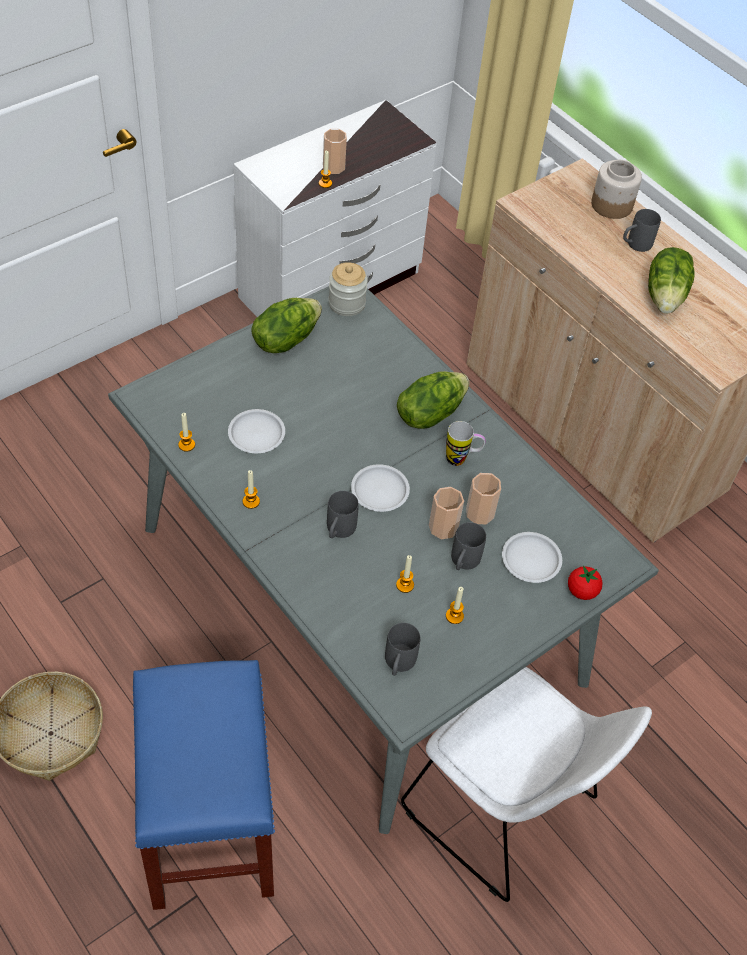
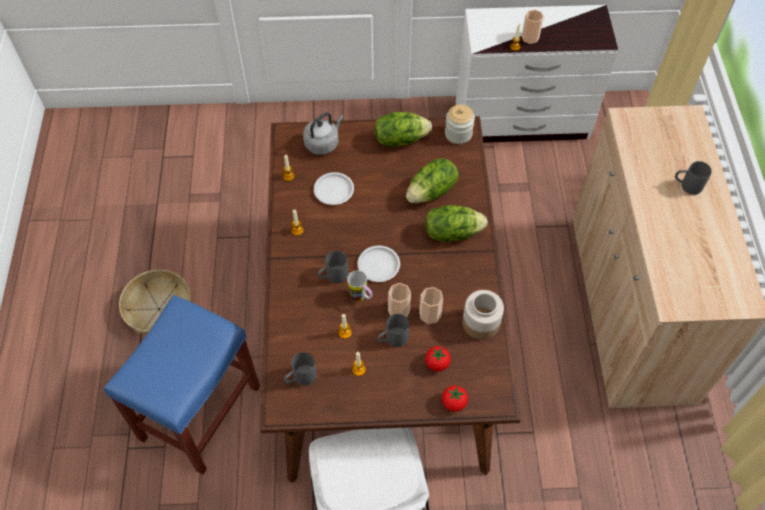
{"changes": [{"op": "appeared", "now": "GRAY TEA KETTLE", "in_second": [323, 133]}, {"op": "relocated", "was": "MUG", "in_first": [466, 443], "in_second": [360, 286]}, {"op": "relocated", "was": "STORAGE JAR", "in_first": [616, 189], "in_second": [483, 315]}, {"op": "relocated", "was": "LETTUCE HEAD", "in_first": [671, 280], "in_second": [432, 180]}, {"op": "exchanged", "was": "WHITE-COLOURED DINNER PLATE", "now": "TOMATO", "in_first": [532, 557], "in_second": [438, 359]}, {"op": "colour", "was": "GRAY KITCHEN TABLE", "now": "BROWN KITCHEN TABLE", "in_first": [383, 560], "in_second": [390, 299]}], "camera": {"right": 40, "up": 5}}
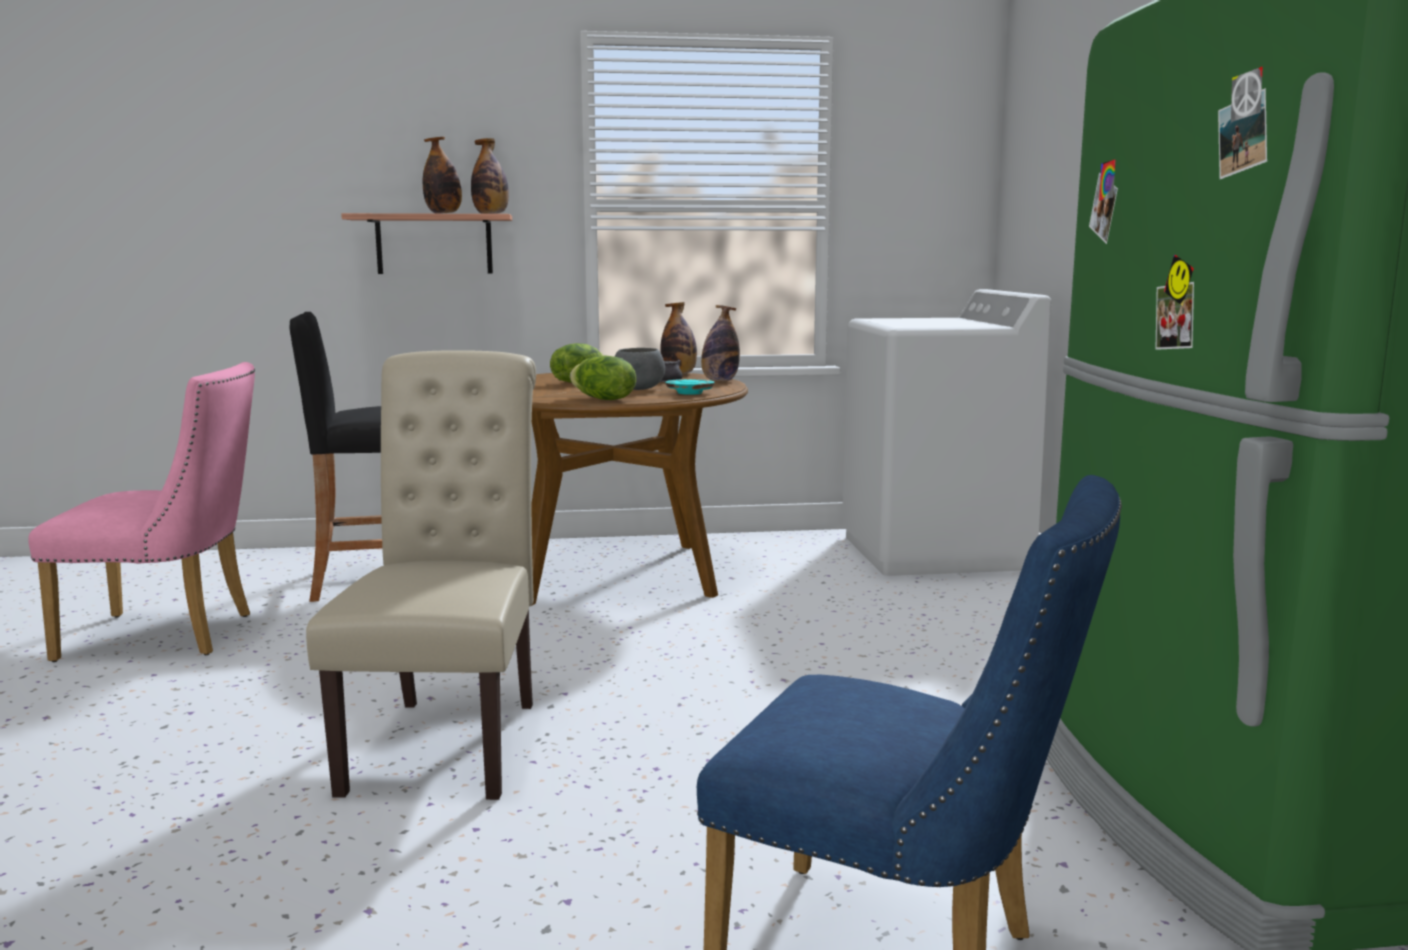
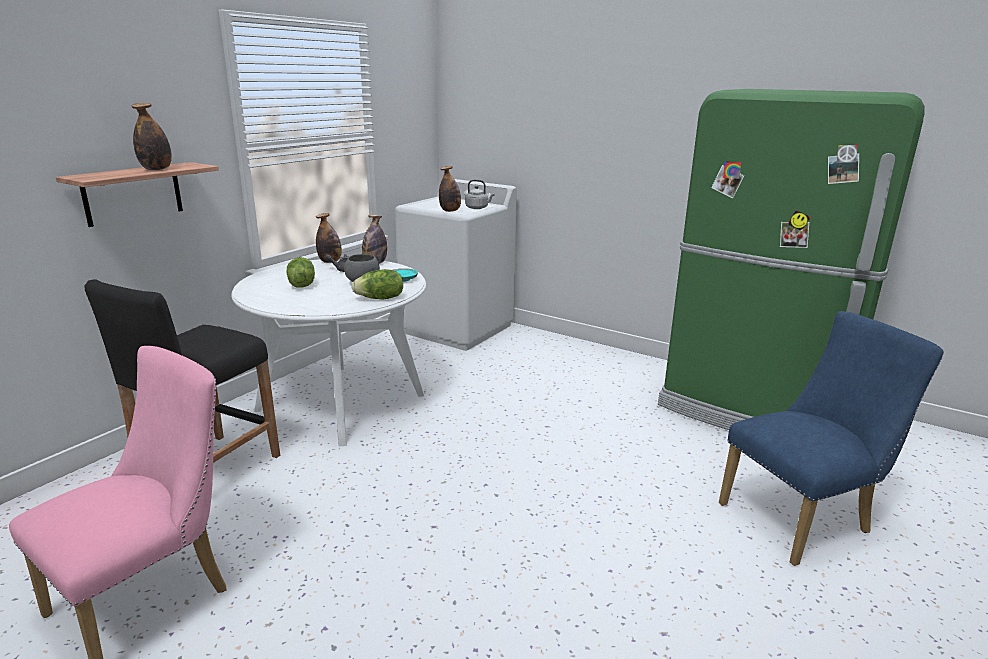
{"changes": [{"op": "missing", "was": "BEIGE-COLOURED CHAIR", "in_first": [421, 575]}, {"op": "appeared", "now": "GRAY TEA KETTLE", "in_second": [480, 194]}, {"op": "relocated", "was": "BOTTLE", "in_first": [490, 176], "in_second": [450, 189]}, {"op": "colour", "was": "BROWN KITCHEN TABLE", "now": "WHITE-COLOURED KITCHEN TABLE", "in_first": [639, 489], "in_second": [328, 352]}], "camera": {"right": -50, "up": 10}}
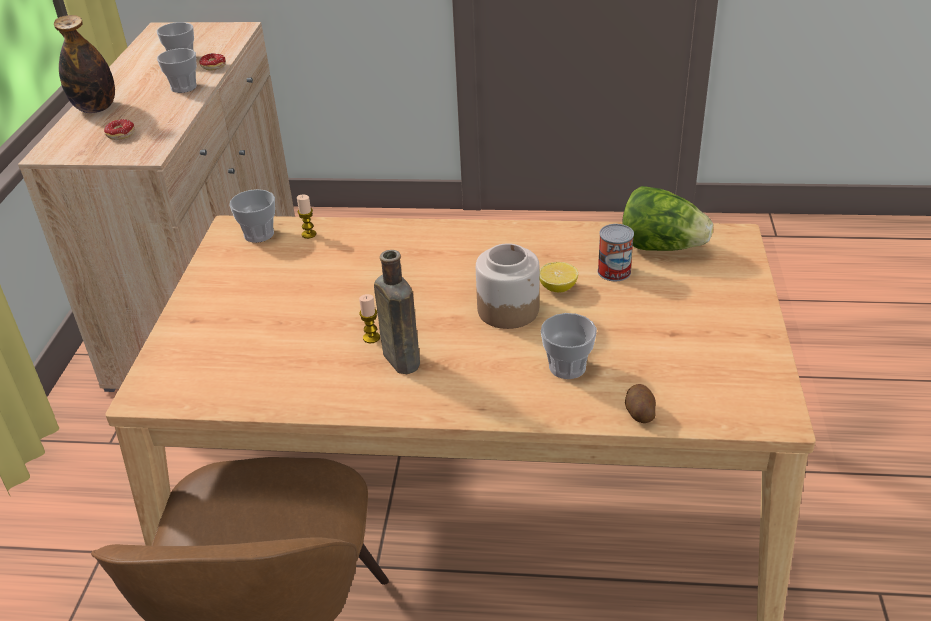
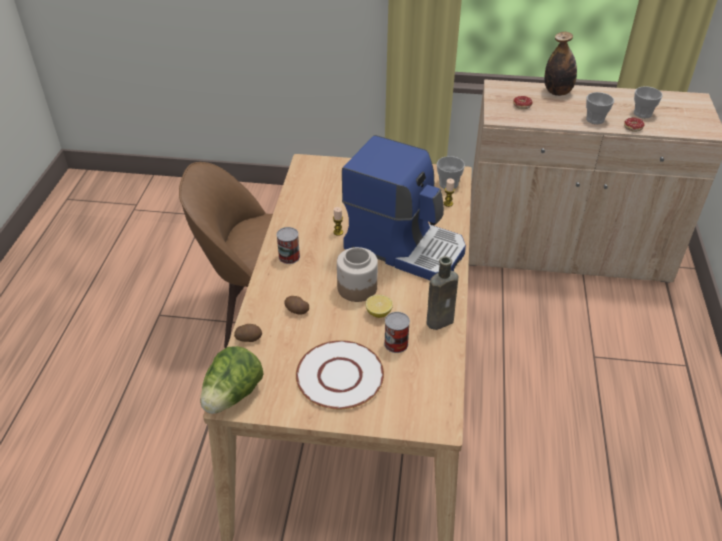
{"changes": [{"op": "appeared", "now": "METAL CAN", "in_second": [288, 245]}, {"op": "appeared", "now": "WHITE-COLOURED DINNER PLATE", "in_second": [340, 374]}, {"op": "appeared", "now": "COFFEE BREWER", "in_second": [404, 207]}, {"op": "relocated", "was": "BROWN BOTTLE", "in_first": [397, 312], "in_second": [442, 293]}, {"op": "relocated", "was": "LETTUCE HEAD", "in_first": [667, 218], "in_second": [231, 380]}, {"op": "exchanged", "was": "DRINKING CUP", "now": "POTATO", "in_first": [569, 346], "in_second": [297, 305]}], "camera": {"right": 90, "up": 5}}
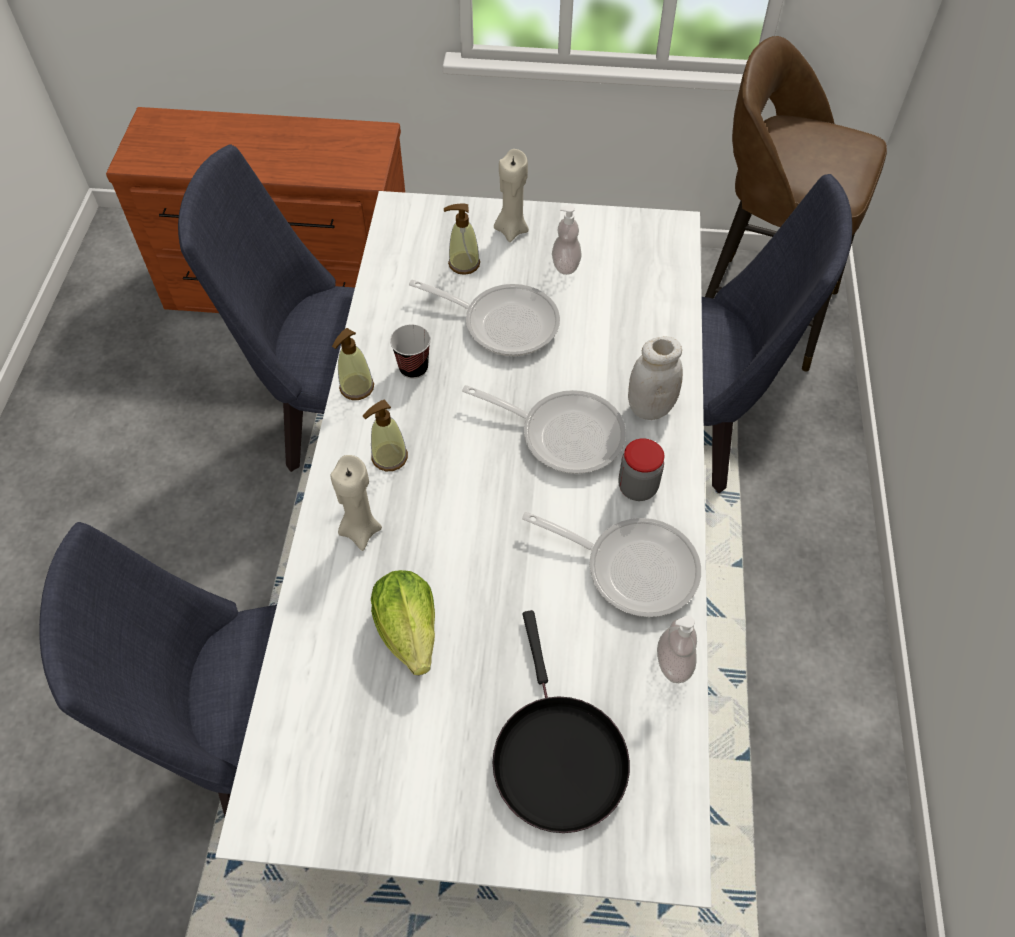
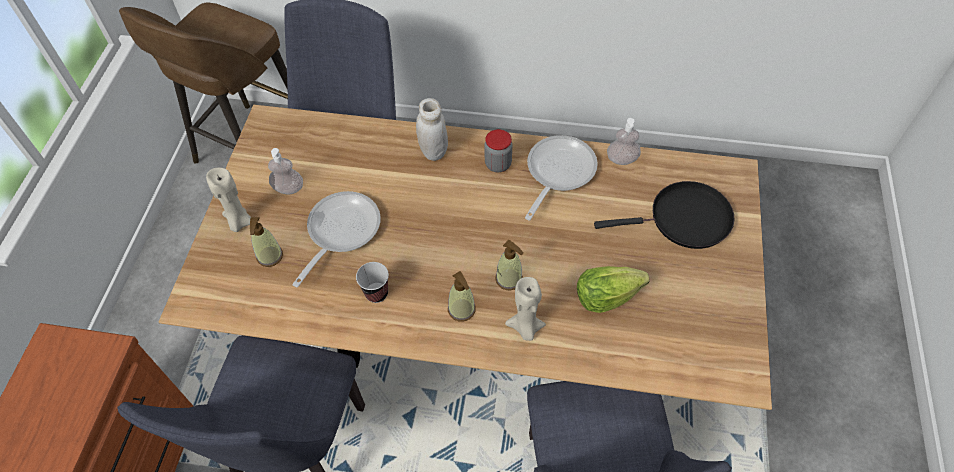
{"changes": [{"op": "missing", "was": "SKILLET", "in_first": [544, 429]}, {"op": "relocated", "was": "SOAP BOTTLE", "in_first": [353, 364], "in_second": [509, 265]}, {"op": "colour", "was": "WHITE-COLOURED KITCHEN TABLE", "now": "BROWN KITCHEN TABLE", "in_first": [463, 550], "in_second": [465, 257]}], "camera": {"right": -85, "up": 0}}
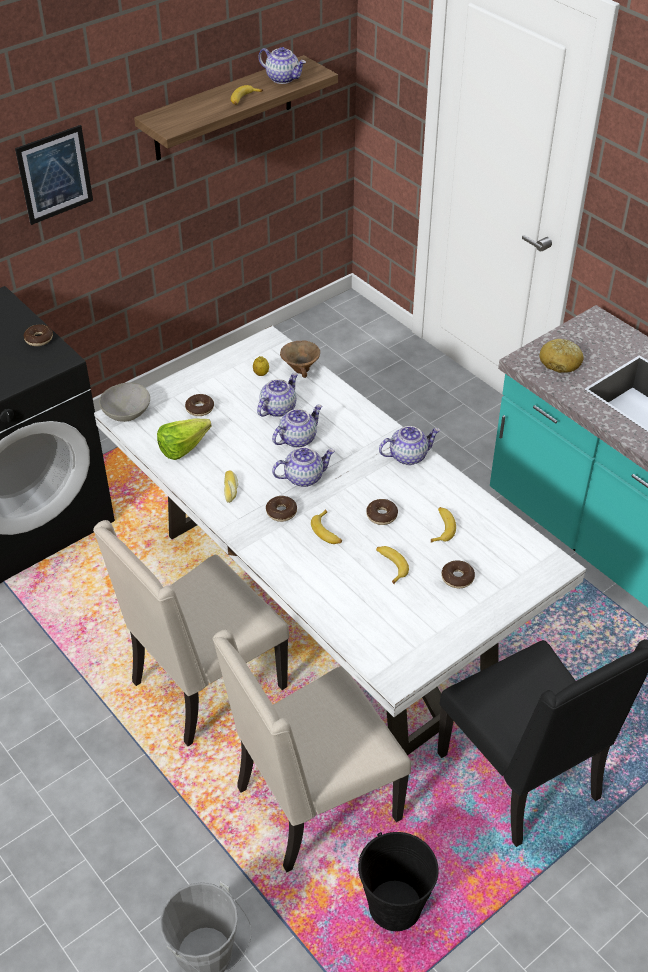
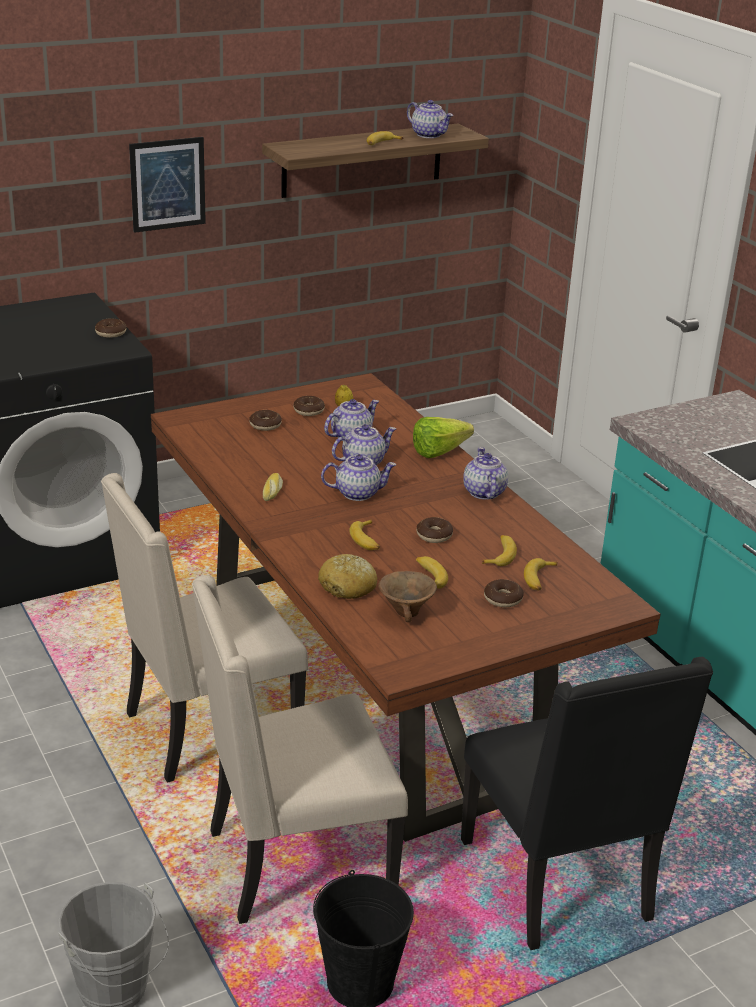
{"changes": [{"op": "missing", "was": "GRAY DEEP DISH", "in_first": [124, 402]}, {"op": "appeared", "now": "WHOLE BANANA", "in_second": [541, 574]}, {"op": "relocated", "was": "LETTUCE HEAD", "in_first": [184, 439], "in_second": [443, 437]}, {"op": "relocated", "was": "RING DOUGHNUT", "in_first": [281, 509], "in_second": [309, 406]}, {"op": "relocated", "was": "BROWN DEEP DISH", "in_first": [300, 359], "in_second": [407, 596]}, {"op": "relocated", "was": "BREAD", "in_first": [561, 356], "in_second": [347, 576]}, {"op": "colour", "was": "WHITE-COLOURED KITCHEN TABLE", "now": "BROWN KITCHEN TABLE", "in_first": [340, 540], "in_second": [406, 607]}, {"op": "spun", "was": "POT FOR TEA", "in_first": [409, 445], "in_second": [485, 473], "clockwise": -90}], "camera": {"right": 10, "up": -15}}
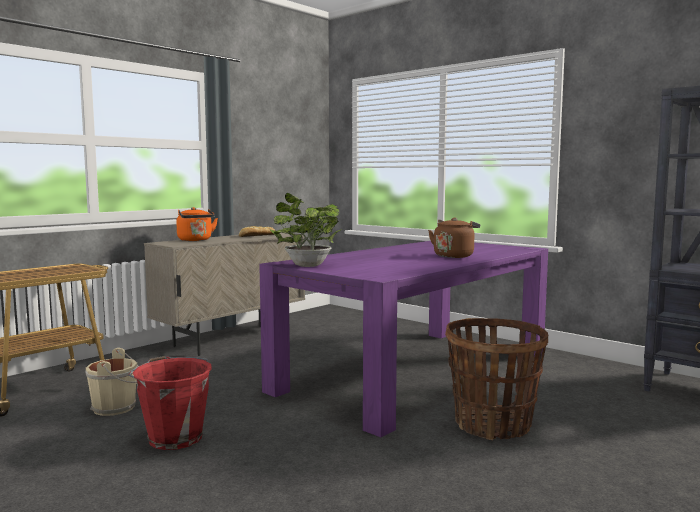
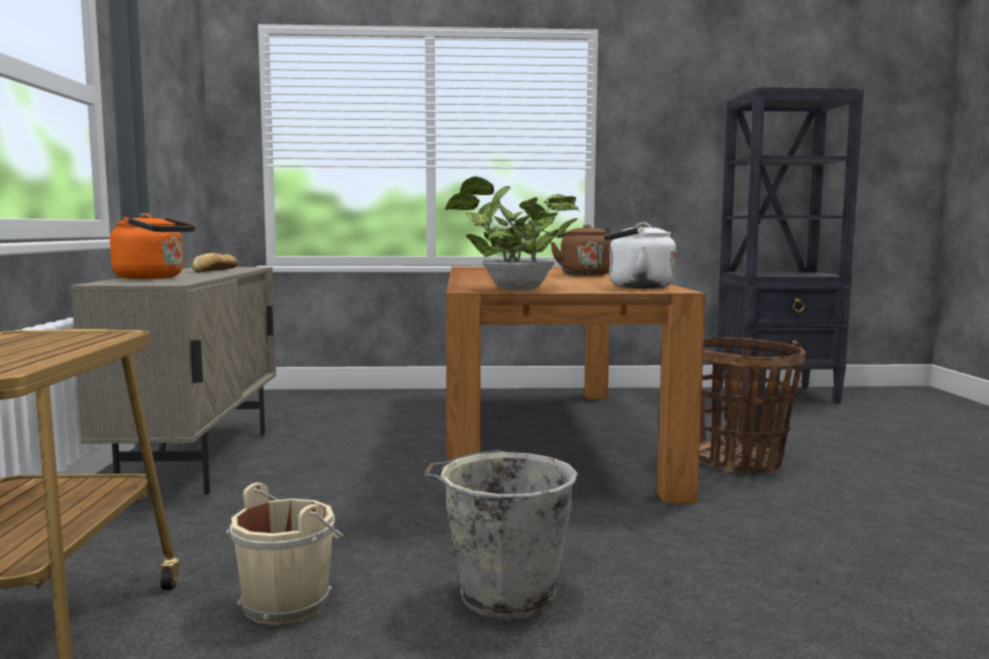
{"changes": [{"op": "appeared", "now": "WHITE-COLOURED TEA KETTLE", "in_second": [640, 255]}, {"op": "colour", "was": "RED-COLOURED WATER BUCKET", "now": "GRAY WATER BUCKET", "in_first": [170, 403], "in_second": [501, 535]}, {"op": "colour", "was": "PURPLE KITCHEN TABLE", "now": "BROWN KITCHEN TABLE", "in_first": [403, 339], "in_second": [576, 385]}], "camera": {"right": -45, "up": 0}}
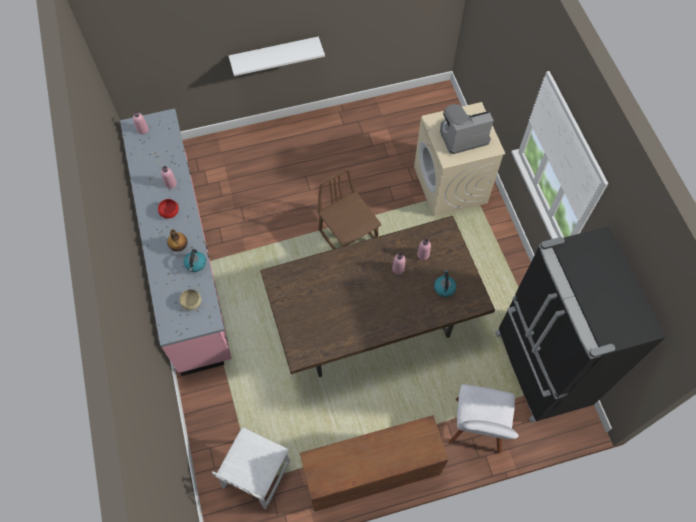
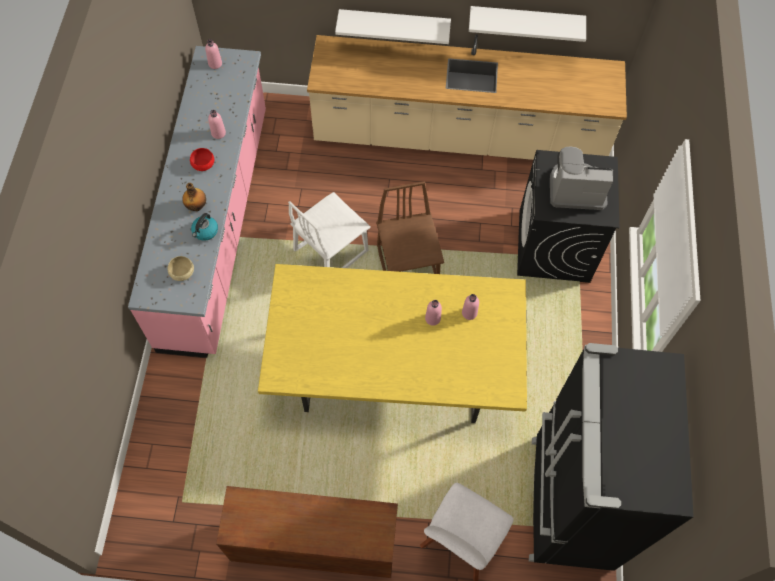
{"changes": [{"op": "missing", "was": "TEA KETTLE", "in_first": [445, 283]}, {"op": "appeared", "now": "BEIGE-COLOURED KITCHEN COUNTER", "in_second": [467, 97]}, {"op": "appeared", "now": "WHITE-COLOURED SHELF", "in_second": [527, 24]}, {"op": "relocated", "was": "WHITE-COLOURED CHAIR", "in_first": [251, 468], "in_second": [329, 230]}, {"op": "colour", "was": "BROWN KITCHEN TABLE", "now": "YELLOWISH KITCHEN TABLE", "in_first": [377, 296], "in_second": [392, 343]}, {"op": "colour", "was": "BEIGE-COLOURED WASHING MACHINE", "now": "BLACK WASHING MACHINE", "in_first": [460, 159], "in_second": [568, 216]}], "camera": {"right": 20, "up": 0}}
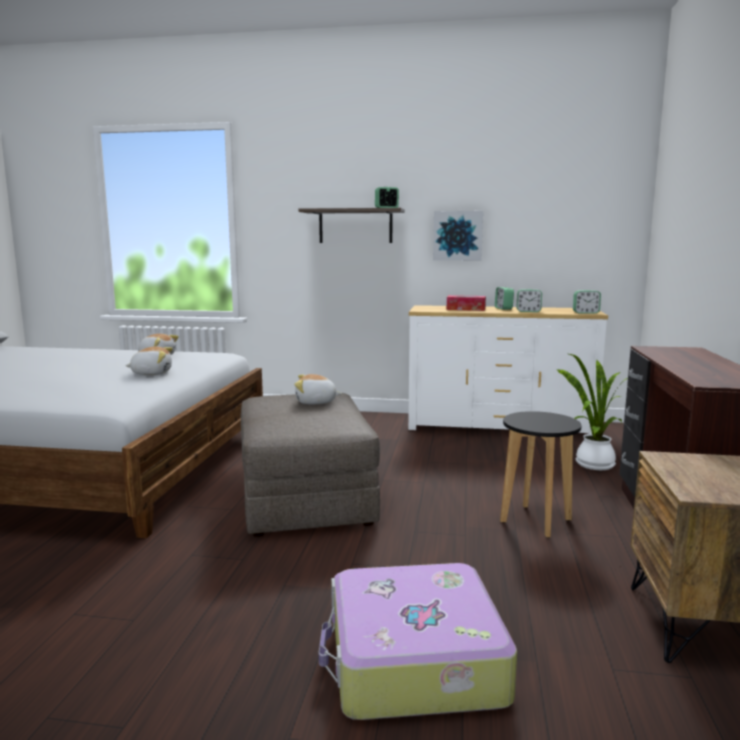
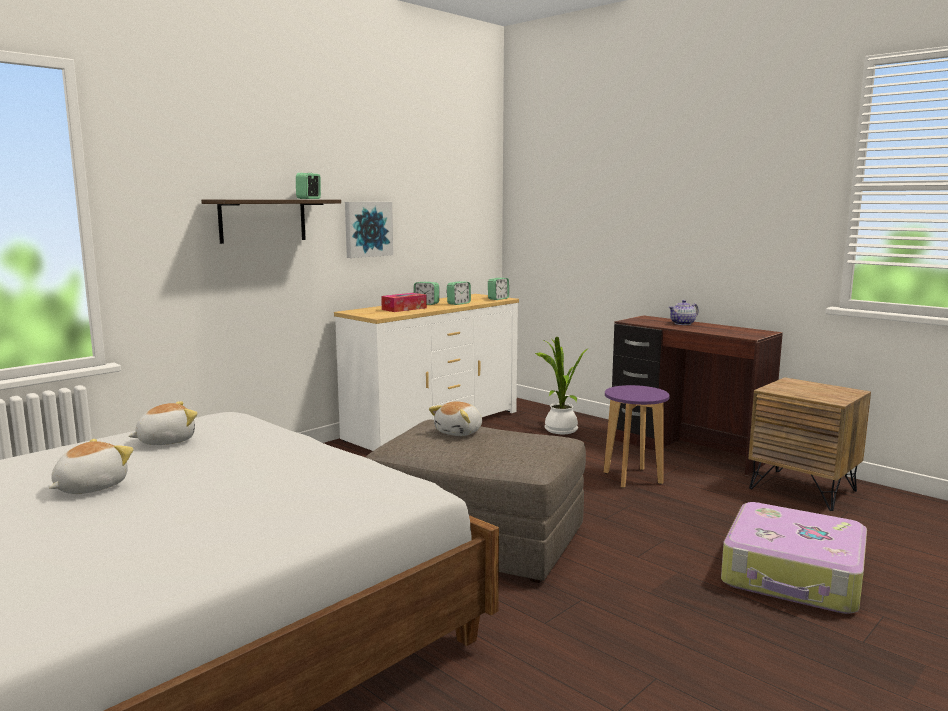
{"changes": [{"op": "appeared", "now": "POT FOR TEA", "in_second": [683, 312]}, {"op": "relocated", "was": "PLUSH TOY", "in_first": [149, 361], "in_second": [91, 466]}, {"op": "colour", "was": "BLACK STOOL SEAT", "now": "PURPLE STOOL SEAT", "in_first": [541, 474], "in_second": [637, 436]}], "camera": {"right": -55, "up": 0}}
